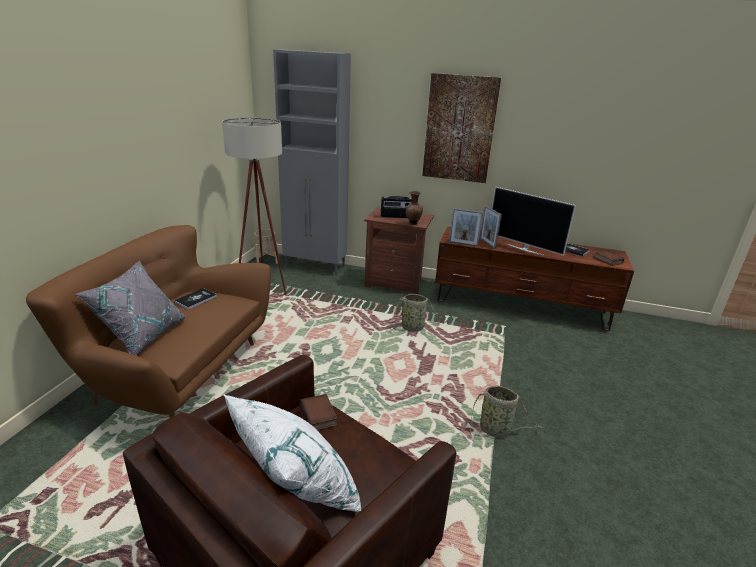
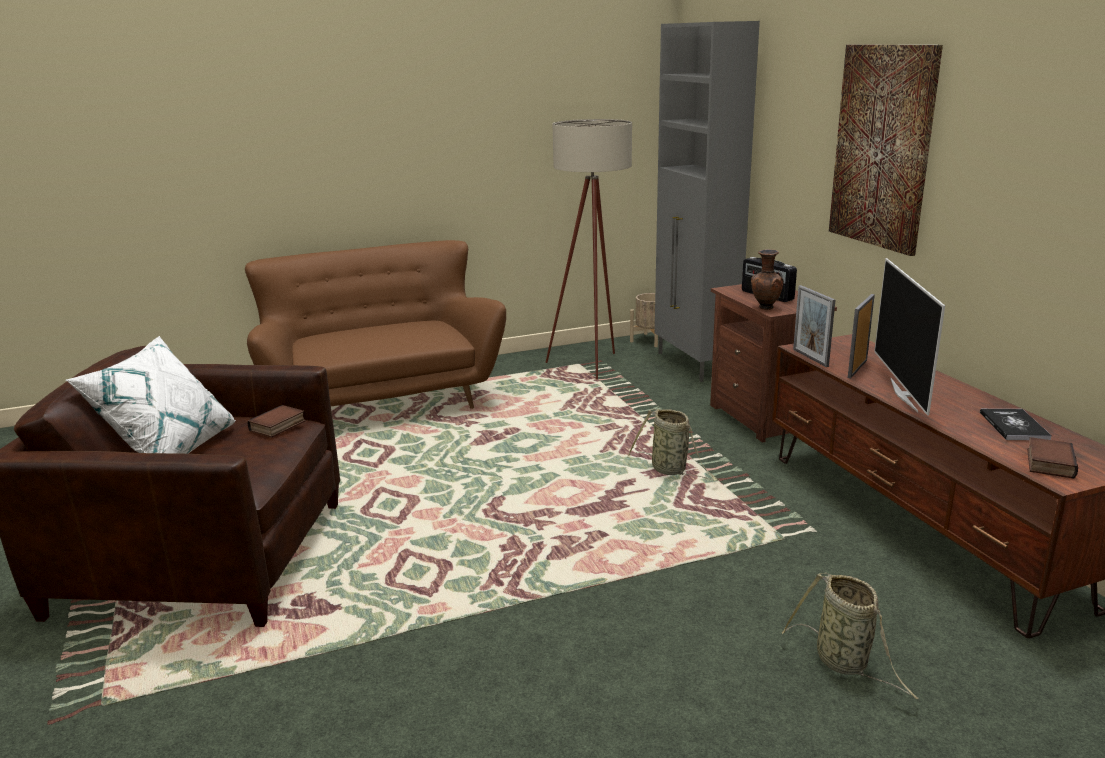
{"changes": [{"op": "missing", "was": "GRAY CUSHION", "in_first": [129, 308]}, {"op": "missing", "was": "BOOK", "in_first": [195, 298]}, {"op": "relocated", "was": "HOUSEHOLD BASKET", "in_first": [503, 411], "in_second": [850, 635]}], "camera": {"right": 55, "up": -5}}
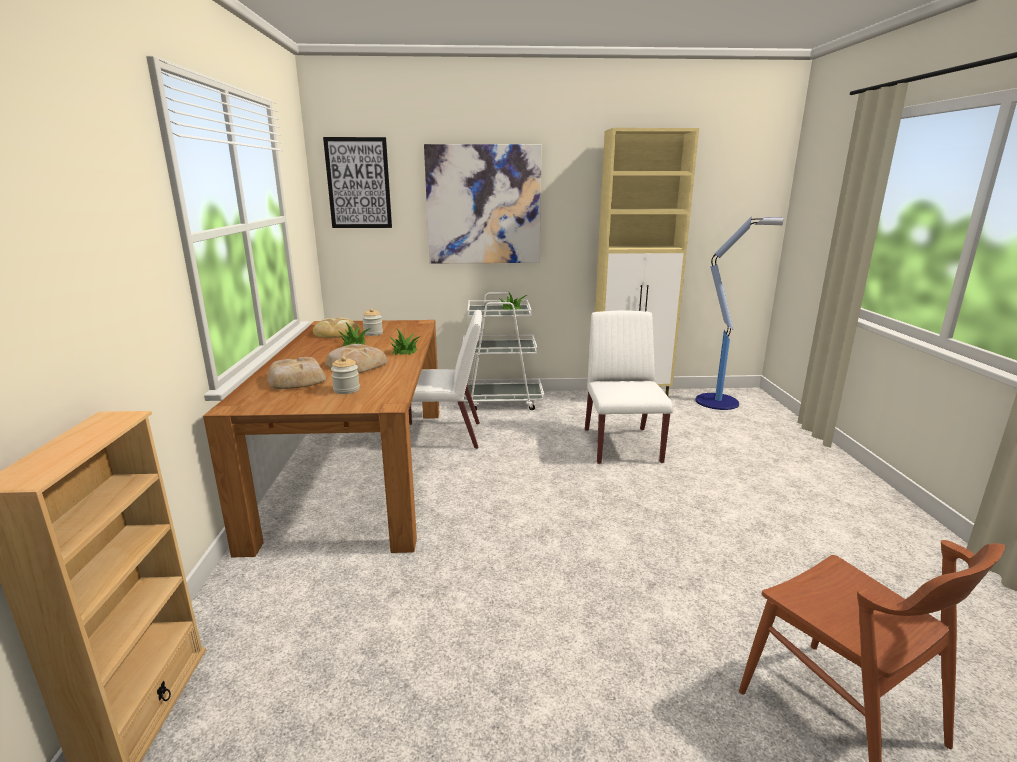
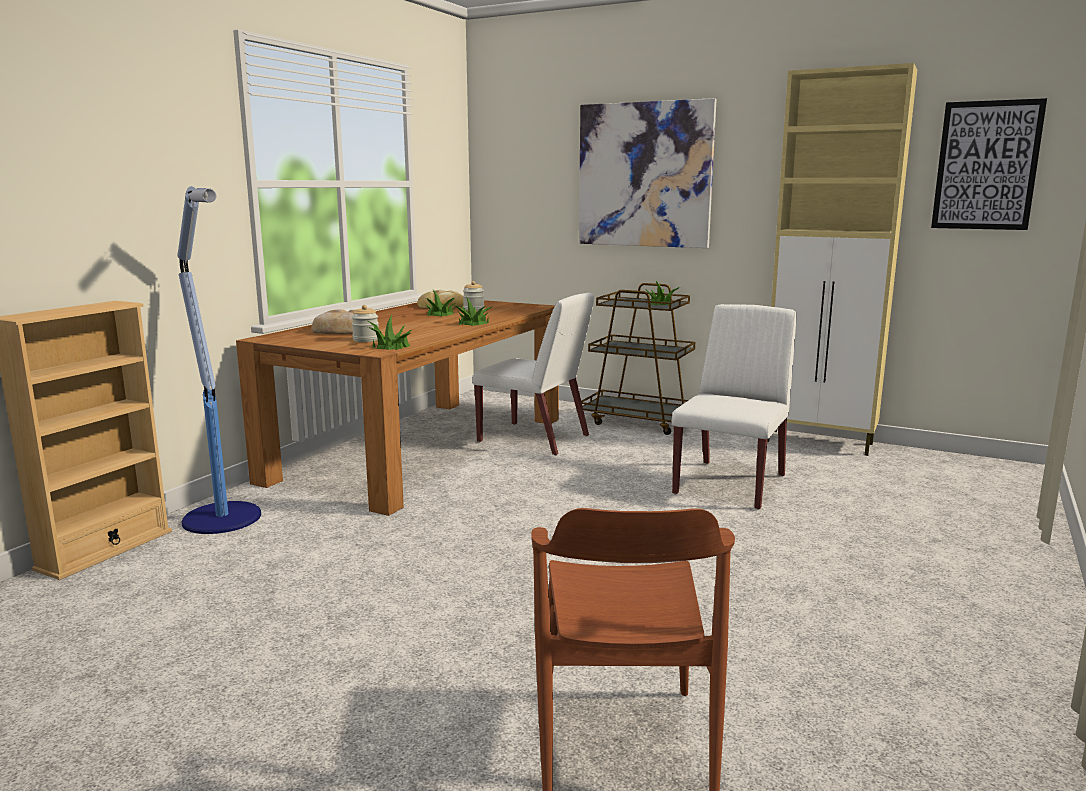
{"changes": [{"op": "missing", "was": "BREAD", "in_first": [357, 358]}, {"op": "appeared", "now": "PLANT IN A POT", "in_second": [389, 332]}, {"op": "relocated", "was": "WALL ART", "in_first": [357, 182], "in_second": [989, 164]}, {"op": "relocated", "was": "FLOOR LAMP", "in_first": [739, 313], "in_second": [219, 360]}, {"op": "colour", "was": "WHITE-COLOURED WHEELED CART", "now": "BROWN WHEELED CART", "in_first": [503, 351], "in_second": [638, 359]}], "camera": {"right": 30, "up": -5}}
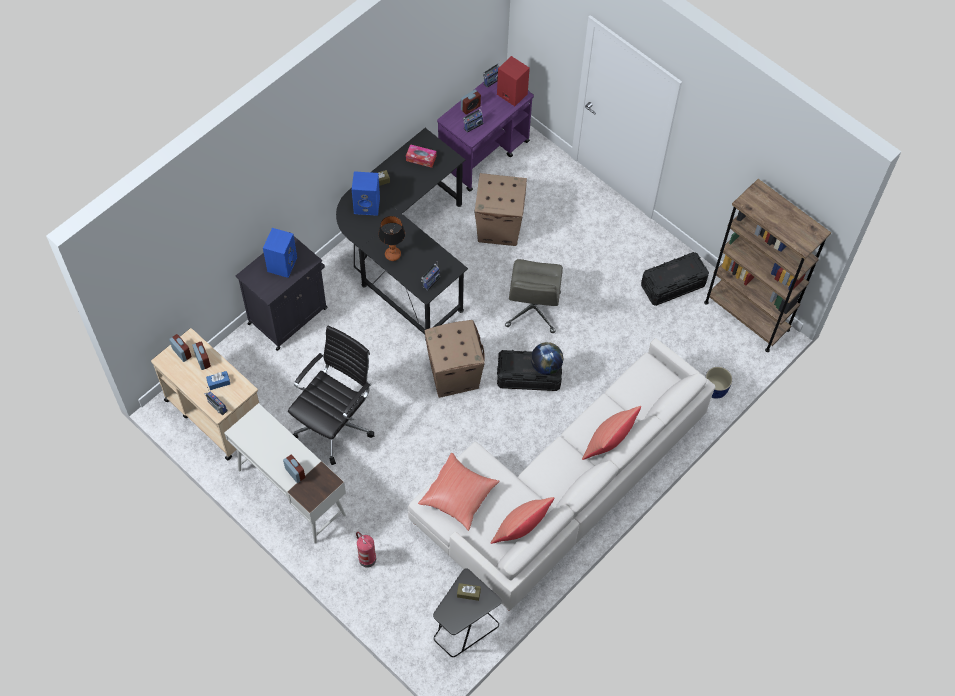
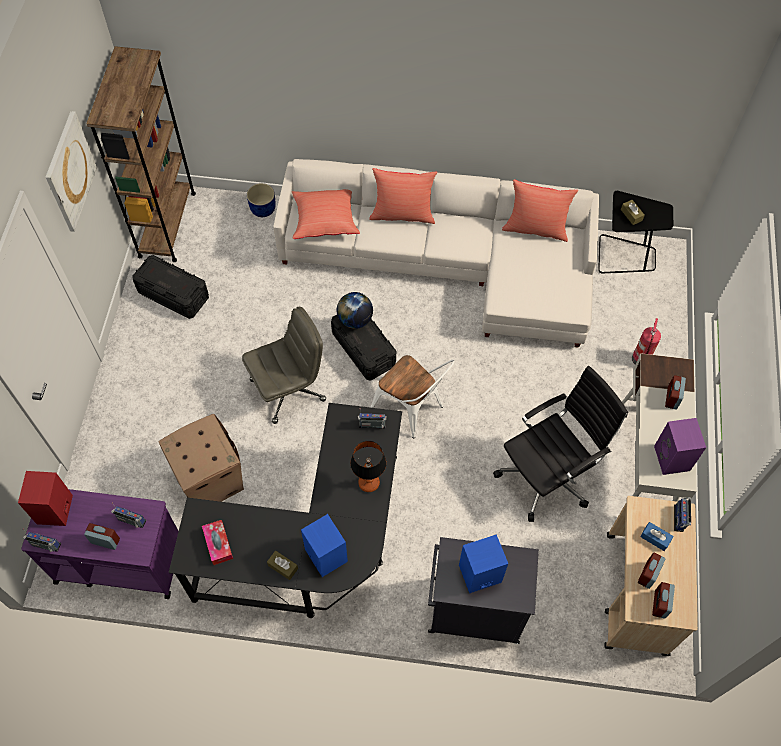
{"changes": [{"op": "appeared", "now": "WALL ART", "in_second": [71, 171]}, {"op": "appeared", "now": "PURPLE LOUDSPEAKER", "in_second": [680, 446]}, {"op": "relocated", "was": "RED-COLOURED CUSHION", "in_first": [458, 492], "in_second": [325, 214]}, {"op": "exchanged", "was": "CARTON", "now": "WHITE-COLOURED CHAIR", "in_first": [454, 359], "in_second": [412, 396]}, {"op": "spun", "was": "BLACK COMPUTER CHAIR", "in_first": [331, 395], "in_second": [560, 444], "clockwise": 150}], "camera": {"right": -125, "up": 0}}
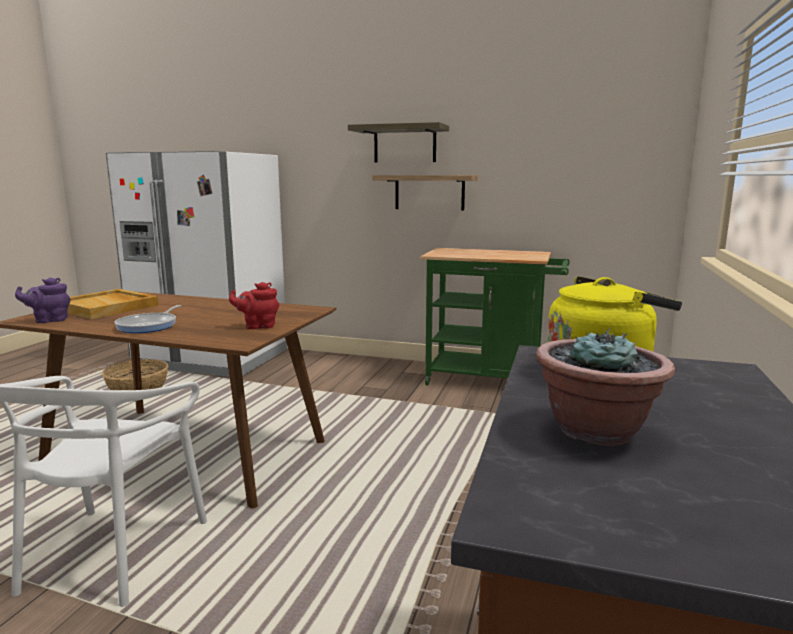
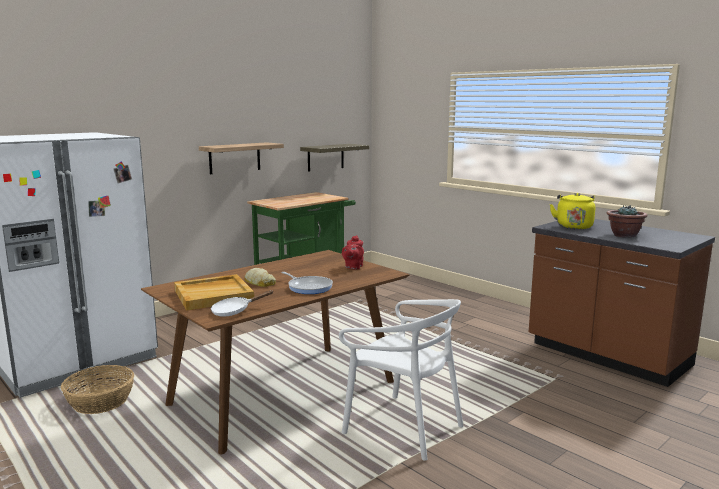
{"changes": [{"op": "appeared", "now": "BREAD", "in_second": [260, 277]}, {"op": "relocated", "was": "SHELF", "in_first": [398, 142], "in_second": [334, 158]}, {"op": "exchanged", "was": "PURPLE POT FOR TEA", "now": "WHITE-COLOURED SKILLET", "in_first": [42, 300], "in_second": [242, 303]}], "camera": {"right": -60, "up": 0}}
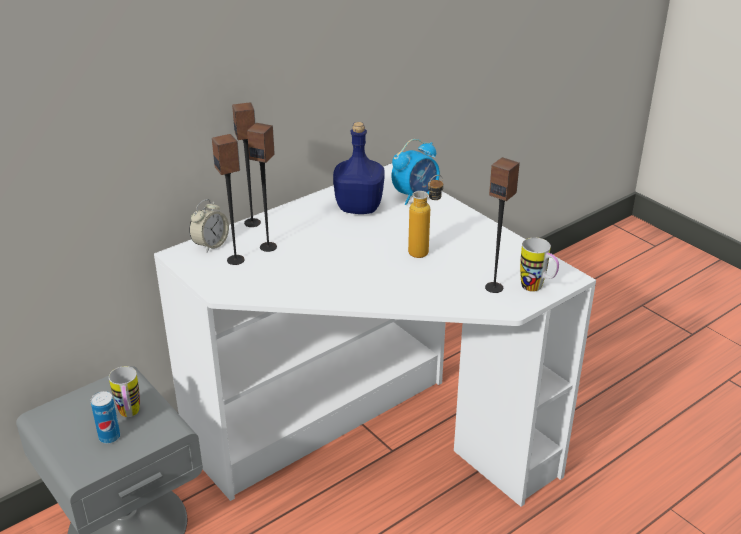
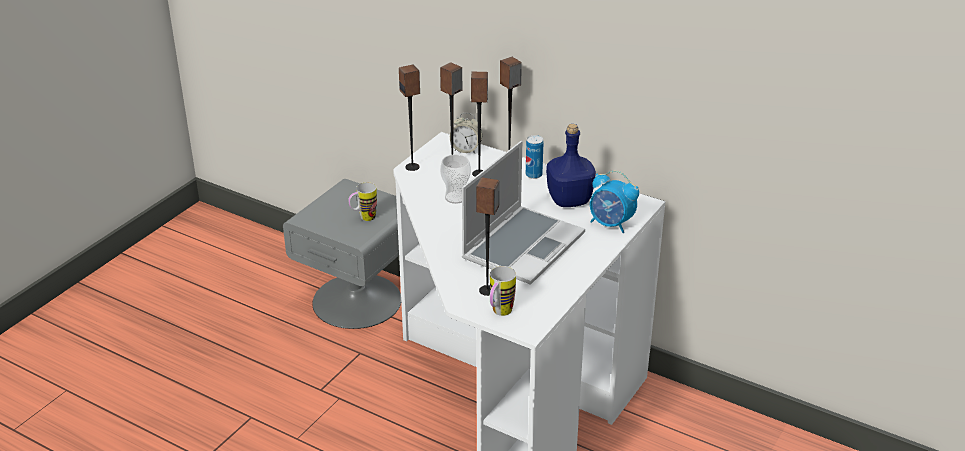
{"changes": [{"op": "appeared", "now": "LOUDSPEAKER", "in_second": [409, 117]}, {"op": "appeared", "now": "DRINKING CUP", "in_second": [455, 179]}, {"op": "relocated", "was": "METAL CAN", "in_first": [105, 417], "in_second": [535, 157]}, {"op": "exchanged", "was": "BOTTLE", "now": "PORTABLE COMPUTER", "in_first": [425, 216], "in_second": [523, 213]}], "camera": {"right": 70, "up": 0}}
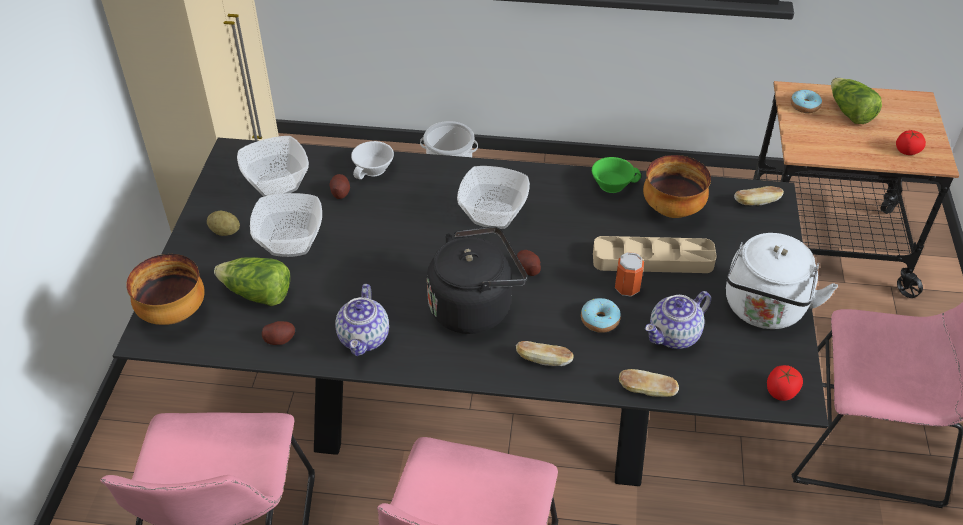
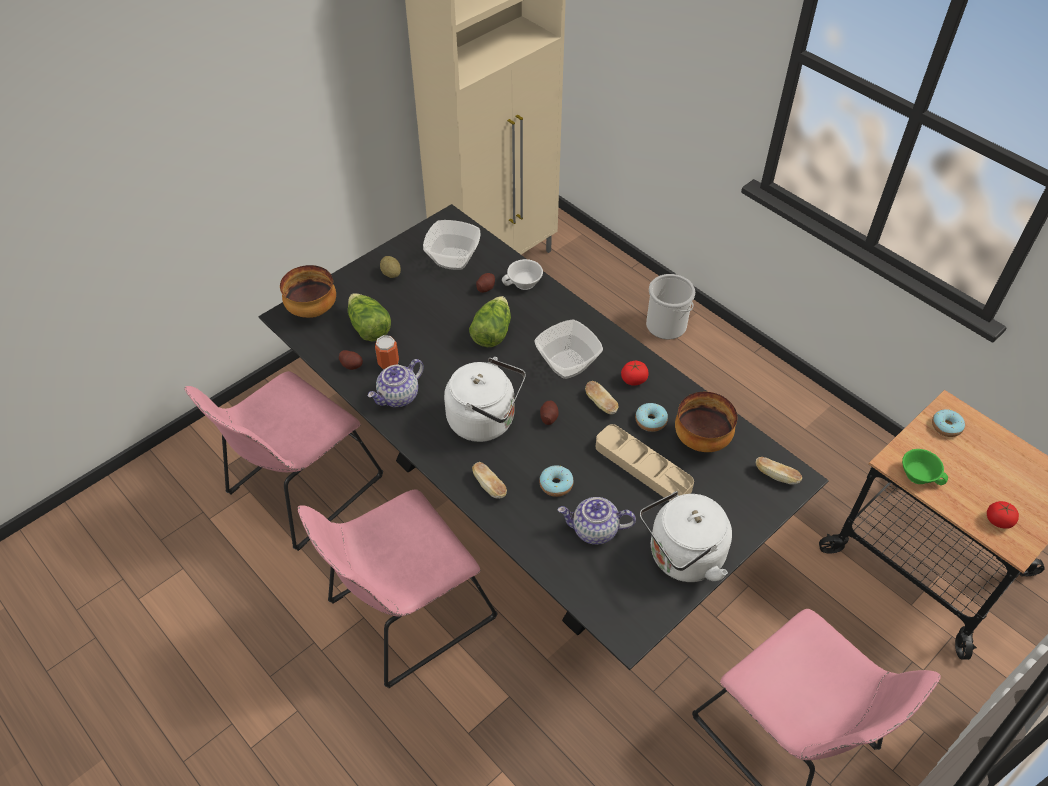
{"changes": [{"op": "missing", "was": "DEEP DISH", "in_first": [286, 225]}, {"op": "appeared", "now": "RING DOUGHNUT", "in_second": [651, 417]}, {"op": "relocated", "was": "GREEN DRINKING CUP", "in_first": [616, 175], "in_second": [925, 467]}, {"op": "relocated", "was": "METAL CAN", "in_first": [629, 274], "in_second": [387, 352]}, {"op": "relocated", "was": "BREAD", "in_first": [649, 383], "in_second": [602, 397]}, {"op": "relocated", "was": "TOMATO", "in_first": [785, 383], "in_second": [635, 373]}, {"op": "relocated", "was": "LETTUCE HEAD", "in_first": [856, 101], "in_second": [490, 321]}, {"op": "colour", "was": "BLACK TEA KETTLE", "now": "WHITE-COLOURED TEA KETTLE", "in_first": [477, 280], "in_second": [485, 399]}], "camera": {"right": 40, "up": 5}}
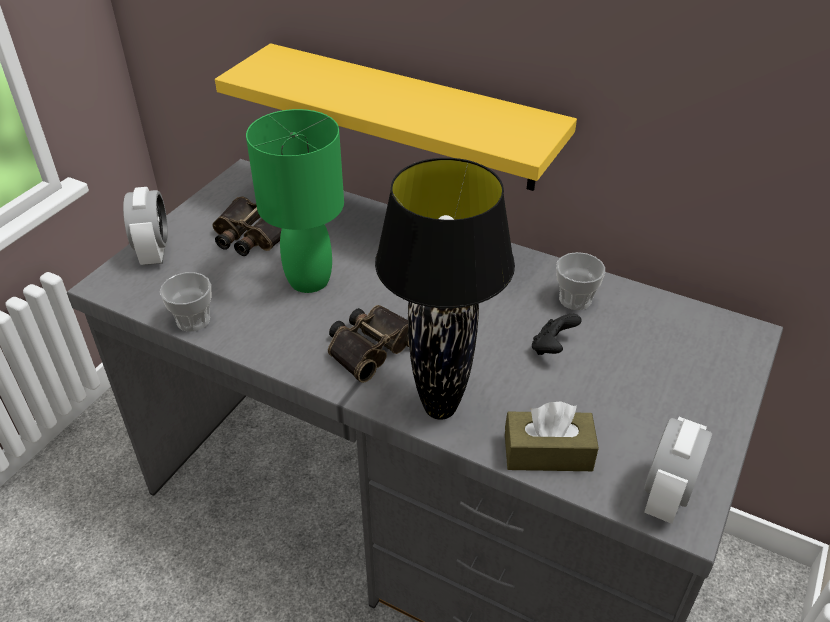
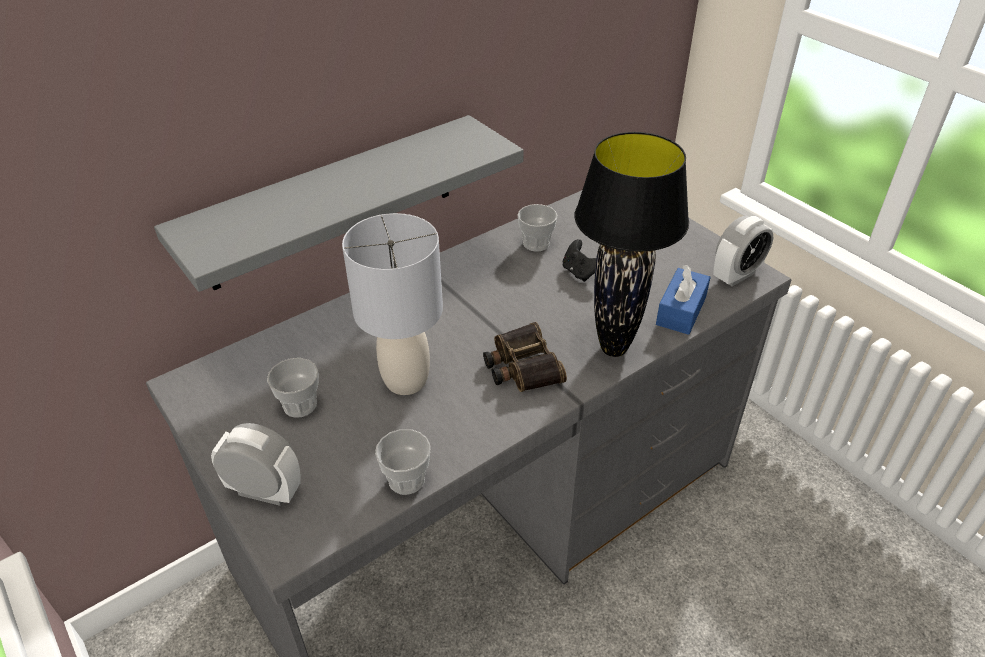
{"changes": [{"op": "exchanged", "was": "FIELD GLASSES", "now": "DRINKING CUP", "in_first": [247, 226], "in_second": [293, 387]}, {"op": "colour", "was": "YELLOWISH SHELF", "now": "GRAY SHELF", "in_first": [396, 117], "in_second": [339, 203]}, {"op": "colour", "was": "GREEN TABLETOP LAMP", "now": "GRAY TABLETOP LAMP", "in_first": [295, 201], "in_second": [392, 304]}, {"op": "colour", "was": "BROWN TISSUE BOX", "now": "BLUE-COLOURED TISSUE BOX", "in_first": [552, 436], "in_second": [683, 300]}, {"op": "spun", "was": "ALARM CLOCK", "in_first": [678, 470], "in_second": [743, 251], "clockwise": 90}], "camera": {"right": -65, "up": 0}}
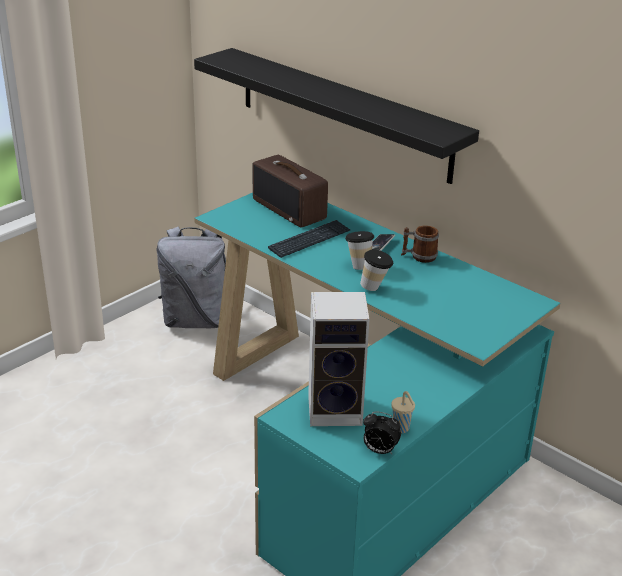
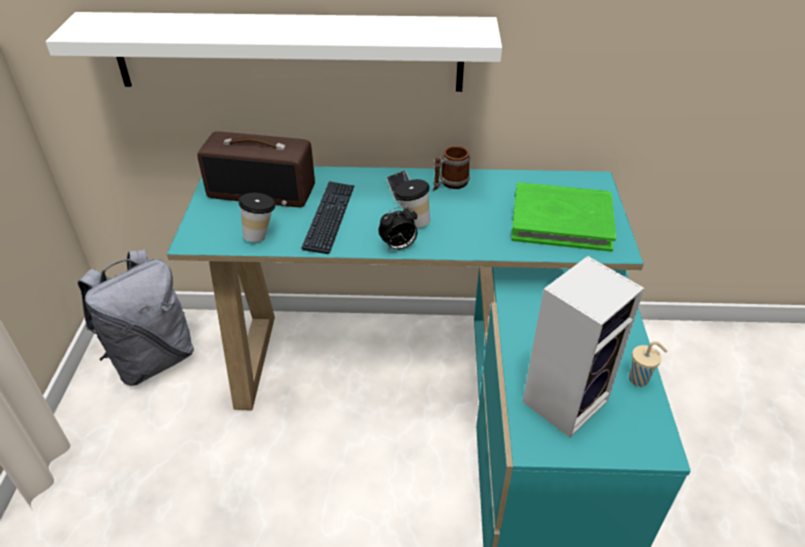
{"changes": [{"op": "appeared", "now": "GREEN BOOK", "in_second": [563, 217]}, {"op": "relocated", "was": "DRINKING CUP", "in_first": [376, 270], "in_second": [257, 217]}, {"op": "relocated", "was": "ALARM CLOCK", "in_first": [382, 432], "in_second": [398, 228]}, {"op": "colour", "was": "BLACK SHELF", "now": "WHITE-COLOURED SHELF", "in_first": [336, 116], "in_second": [273, 52]}], "camera": {"right": -40, "up": 10}}
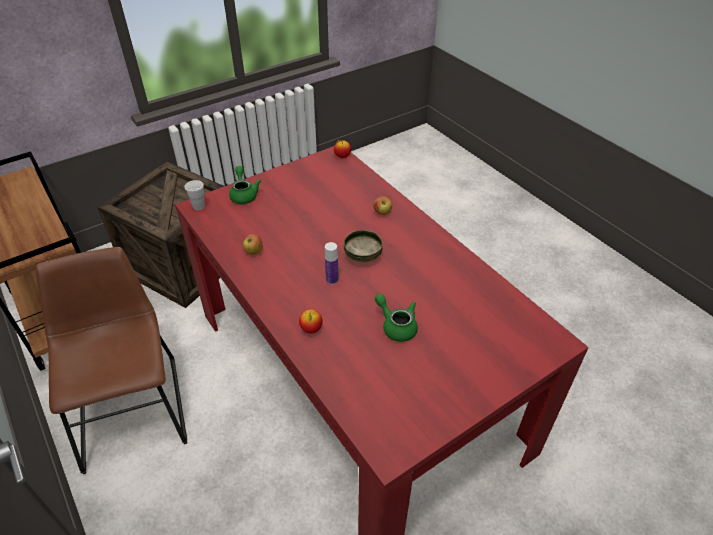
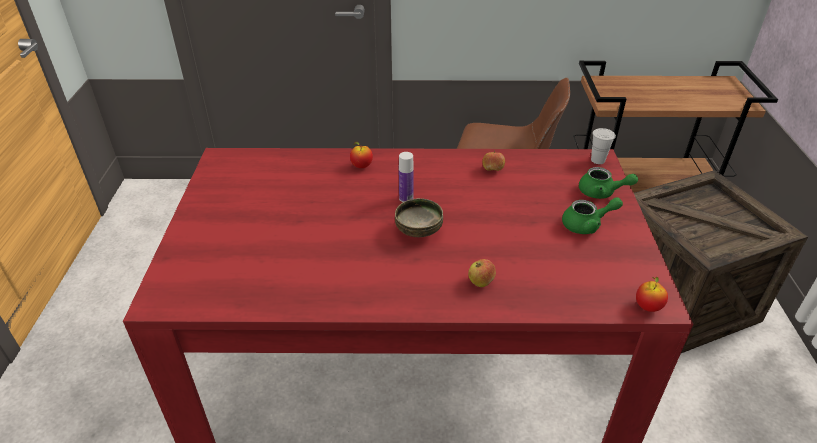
{"changes": [{"op": "relocated", "was": "GREEN POT FOR TEA", "in_first": [396, 318], "in_second": [592, 215]}], "camera": {"right": 125, "up": -5}}
